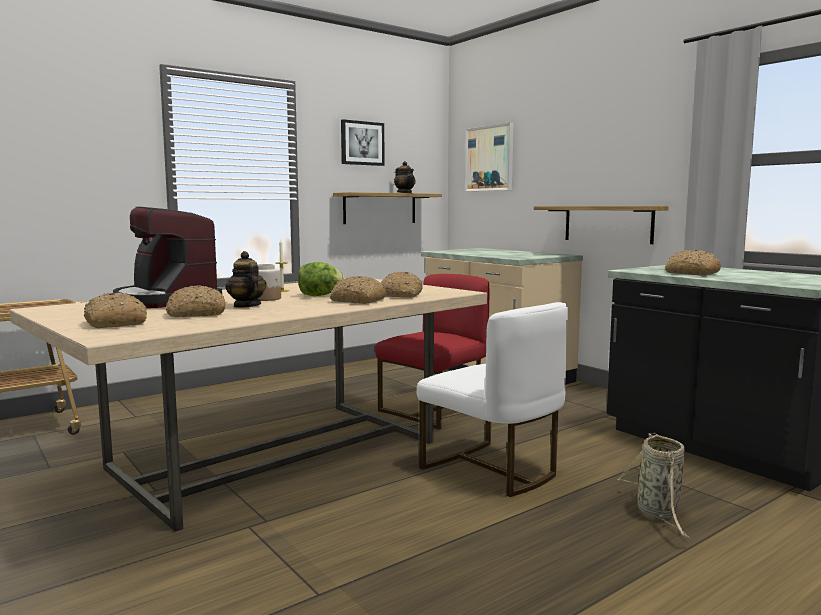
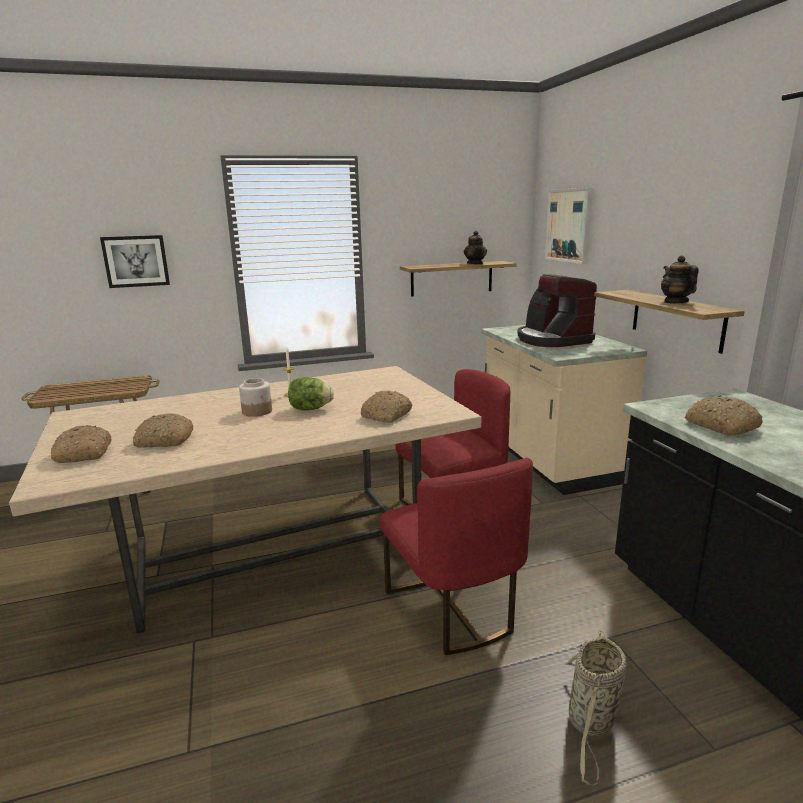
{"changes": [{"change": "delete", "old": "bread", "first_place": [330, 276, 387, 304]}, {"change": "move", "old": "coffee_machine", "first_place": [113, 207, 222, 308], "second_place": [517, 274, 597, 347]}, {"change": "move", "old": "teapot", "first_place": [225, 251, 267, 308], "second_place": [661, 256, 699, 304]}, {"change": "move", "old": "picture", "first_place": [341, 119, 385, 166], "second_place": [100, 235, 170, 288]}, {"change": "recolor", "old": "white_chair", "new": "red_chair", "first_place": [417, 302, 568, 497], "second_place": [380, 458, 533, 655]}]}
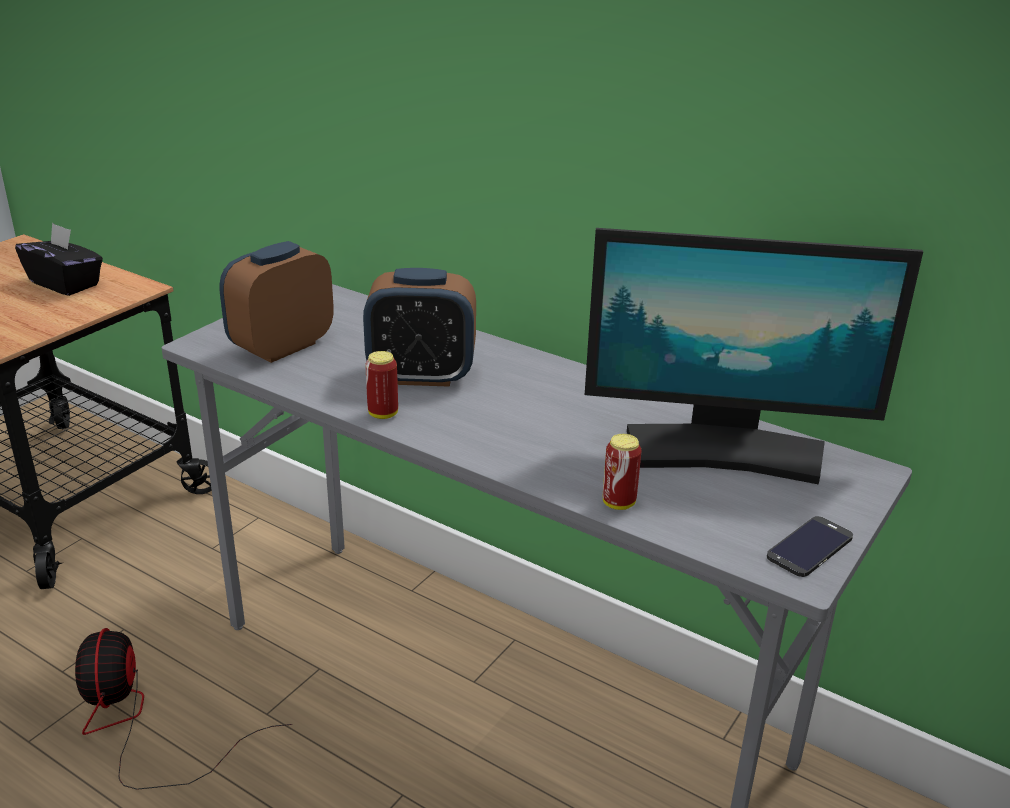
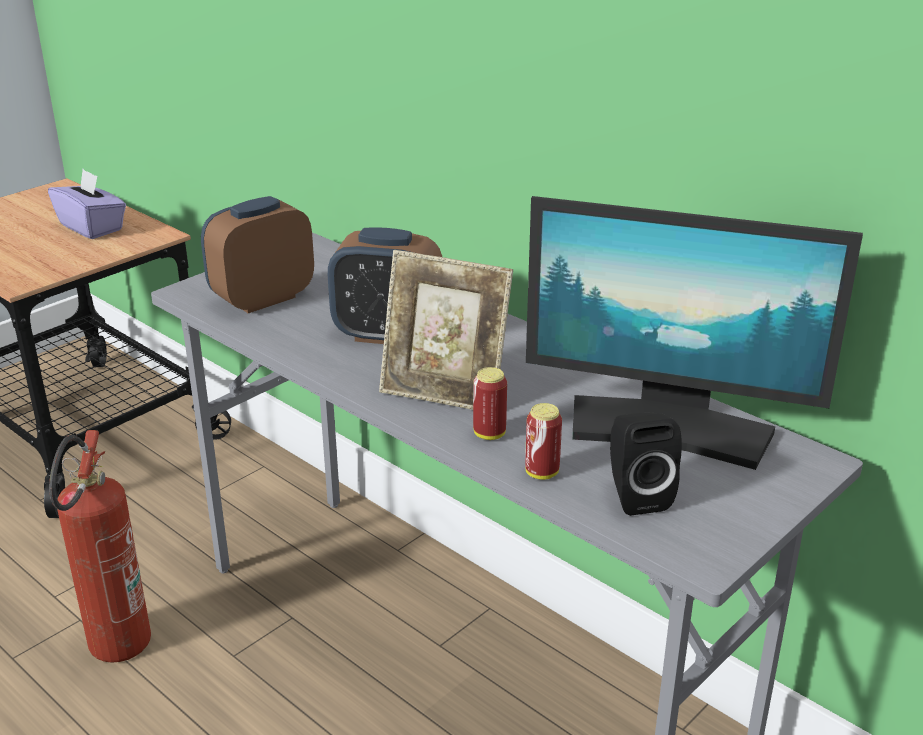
{"changes": [{"change": "delete", "old": "phone", "first_place": [767, 516, 853, 577]}, {"change": "insert", "new": "picture_frame", "second_place": [379, 250, 513, 410]}, {"change": "insert", "new": "black_speaker", "second_place": [610, 412, 682, 516]}, {"change": "move", "old": "can", "first_place": [365, 351, 398, 419], "second_place": [473, 367, 507, 440]}, {"change": "replace", "old": "fan", "new": "fire_extinguisher", "first_place": [75, 628, 292, 790], "second_place": [49, 430, 151, 663]}, {"change": "recolor", "old": "black_tissue_box", "new": "purple_tissue_box", "first_place": [15, 222, 103, 296], "second_place": [48, 169, 126, 239]}]}
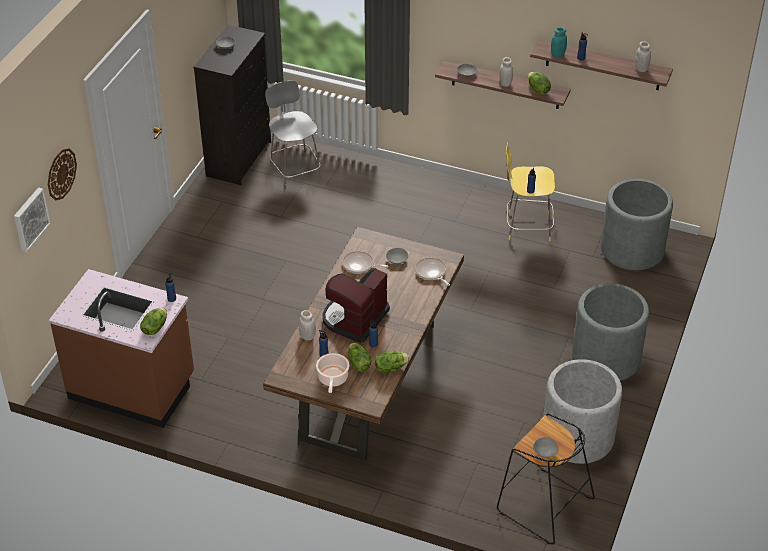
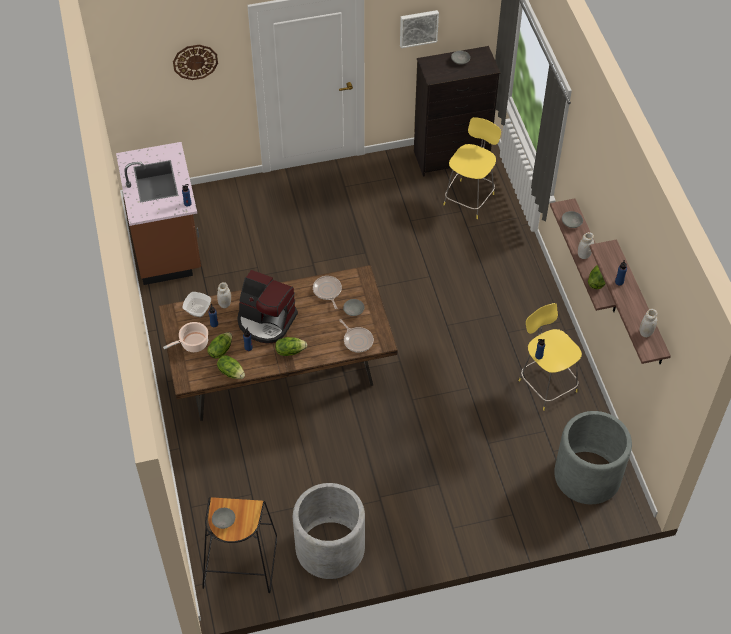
{"changes": [{"change": "delete", "old": "turquoise_jar", "first_place": [551, 27, 567, 57]}, {"change": "delete", "old": "grey_planter", "first_place": [572, 283, 649, 381]}, {"change": "insert", "new": "bowl", "second_place": [183, 292, 211, 317]}, {"change": "move", "old": "picture", "first_place": [14, 187, 51, 252], "second_place": [400, 10, 439, 48]}, {"change": "move", "old": "lettuce", "first_place": [140, 307, 167, 335], "second_place": [275, 337, 307, 356]}, {"change": "recolor", "old": "grey_stool", "new": "yellow_stool", "first_place": [265, 81, 322, 190], "second_place": [443, 117, 501, 219]}, {"change": "rotate", "old": "coffee_machine", "first_place": [323, 268, 390, 343], "second_place": [237, 270, 298, 344], "degrees": -150}, {"change": "rotate", "old": "frying_pan", "first_place": [415, 257, 450, 286], "second_place": [339, 319, 374, 352], "degrees": 120}]}
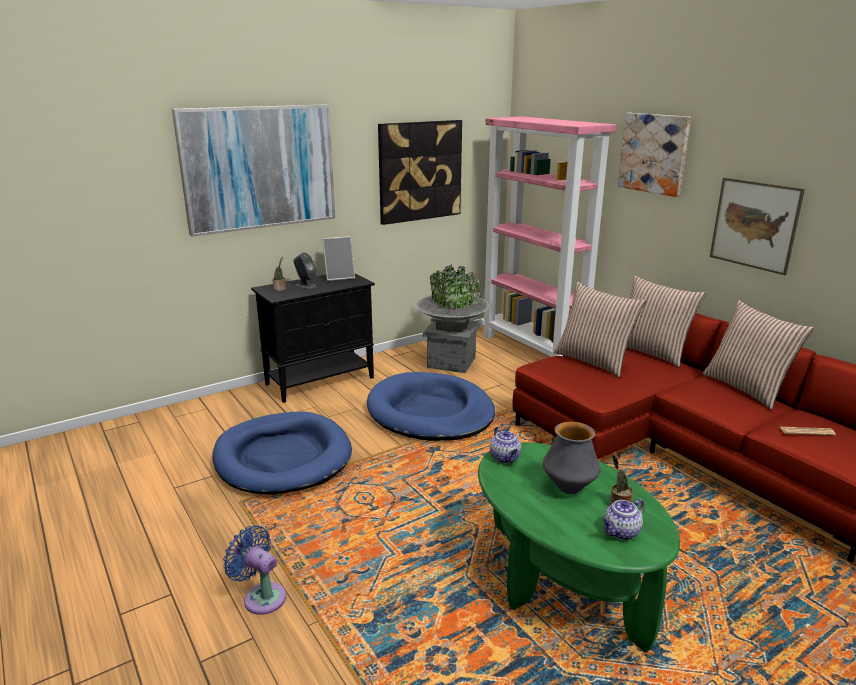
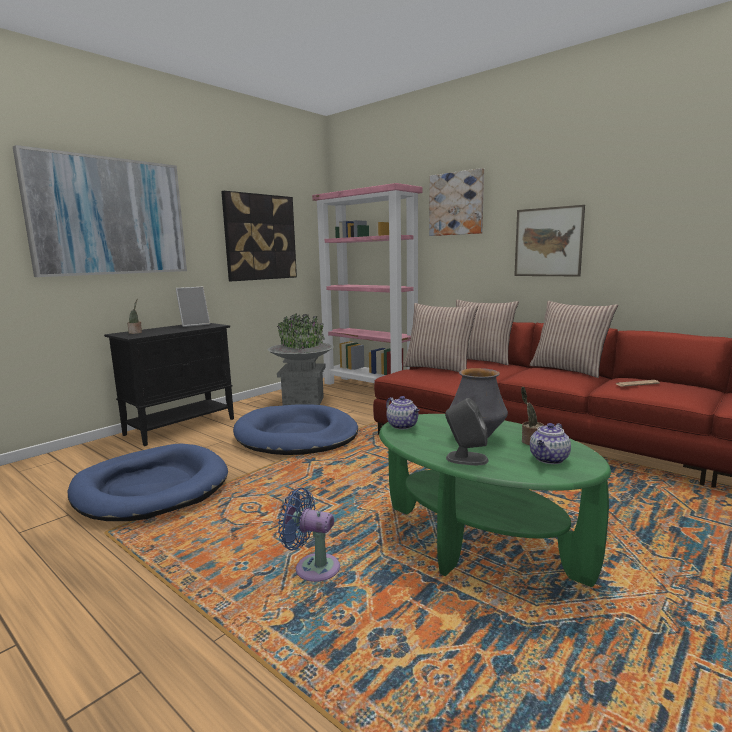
{"changes": [{"change": "move", "old": "blue_fan", "first_place": [223, 525, 286, 615], "second_place": [278, 488, 340, 582]}, {"change": "move", "old": "grey_speaker", "first_place": [294, 252, 317, 289], "second_place": [445, 398, 489, 465]}]}
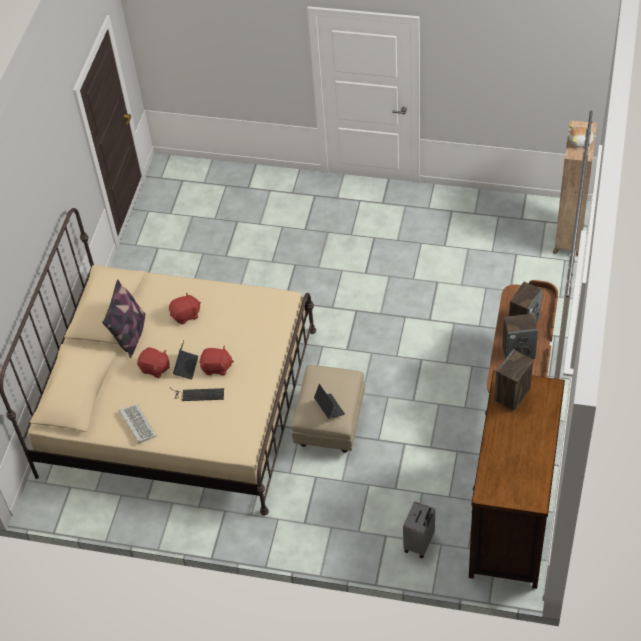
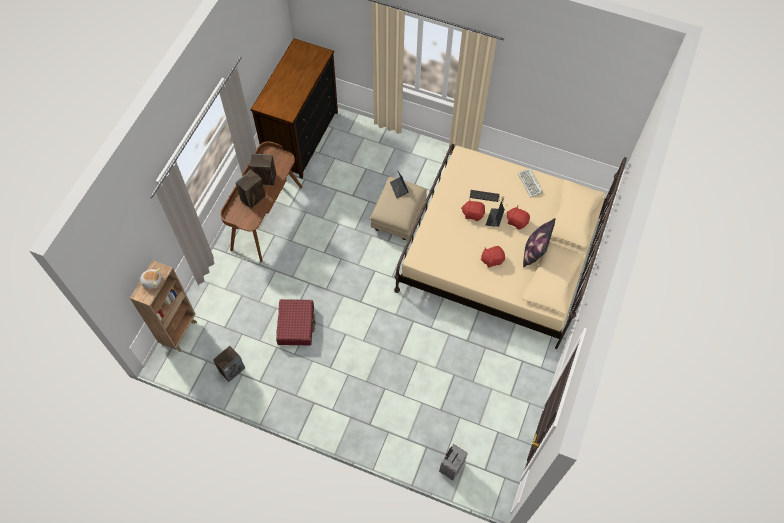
{"changes": [{"change": "insert", "new": "red_suitcase", "second_place": [276, 299, 315, 346]}, {"change": "move", "old": "grey_suitcase", "first_place": [403, 501, 435, 558], "second_place": [439, 444, 468, 480]}, {"change": "move", "old": "speaker", "first_place": [494, 349, 533, 410], "second_place": [213, 346, 245, 382]}]}
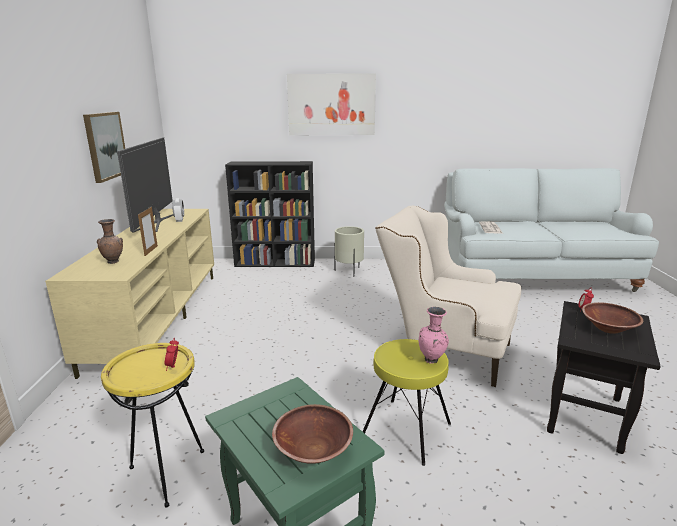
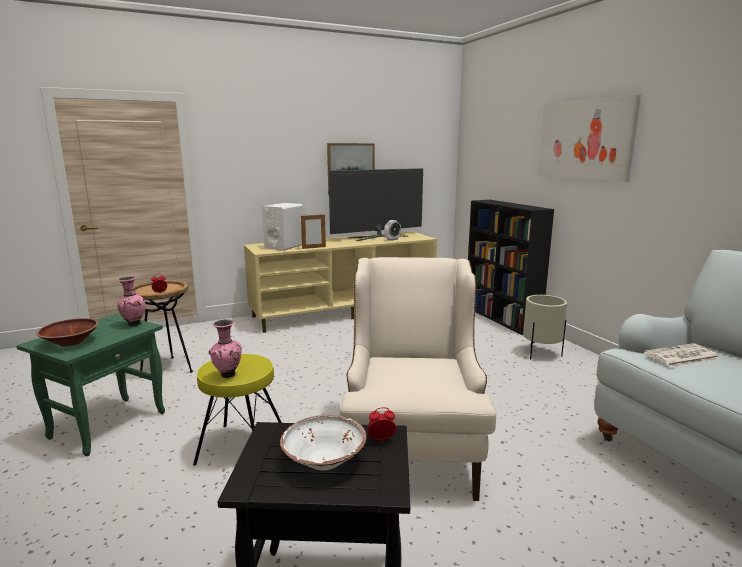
{"changes": [{"change": "insert", "new": "pink_vase", "second_place": [117, 276, 145, 326]}, {"change": "replace", "old": "brown_vase", "new": "white_speaker", "first_place": [97, 219, 123, 264], "second_place": [262, 203, 303, 251]}, {"change": "recolor", "old": "yellow_side_table", "new": "brown_side_table", "first_place": [101, 343, 204, 507], "second_place": [134, 280, 193, 378]}, {"change": "recolor", "old": "brown_bowl", "new": "white_bowl", "first_place": [582, 302, 643, 334], "second_place": [280, 415, 367, 470]}]}
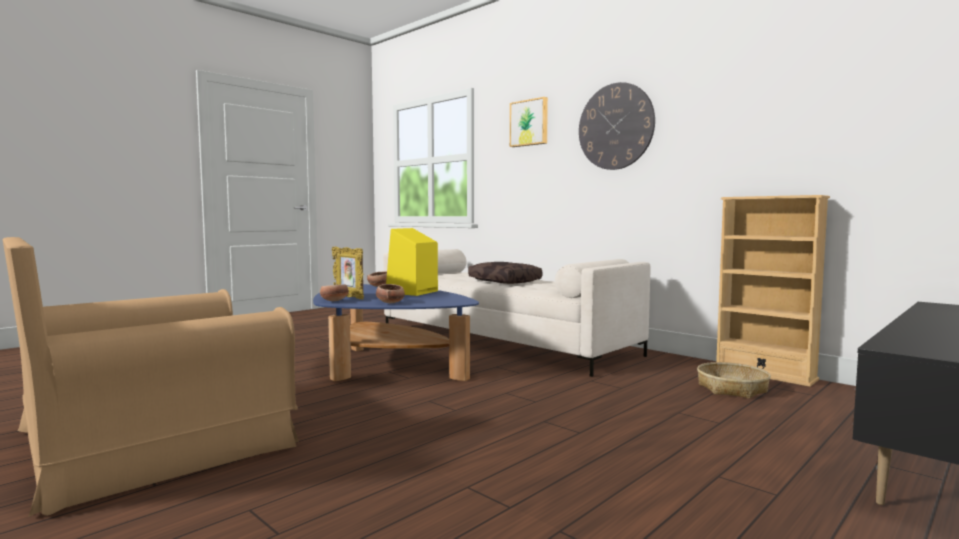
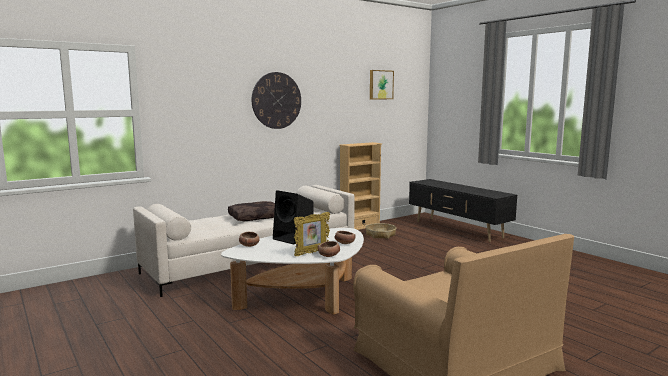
{"changes": [{"change": "move", "old": "picture", "first_place": [510, 97, 548, 147], "second_place": [370, 70, 394, 99]}, {"change": "recolor", "old": "blue_coffee_table", "new": "white_coffee_table", "first_place": [313, 284, 479, 381], "second_place": [221, 228, 364, 315]}, {"change": "recolor", "old": "yellow_speaker", "new": "black_speaker", "first_place": [386, 228, 438, 296], "second_place": [273, 190, 313, 244]}]}
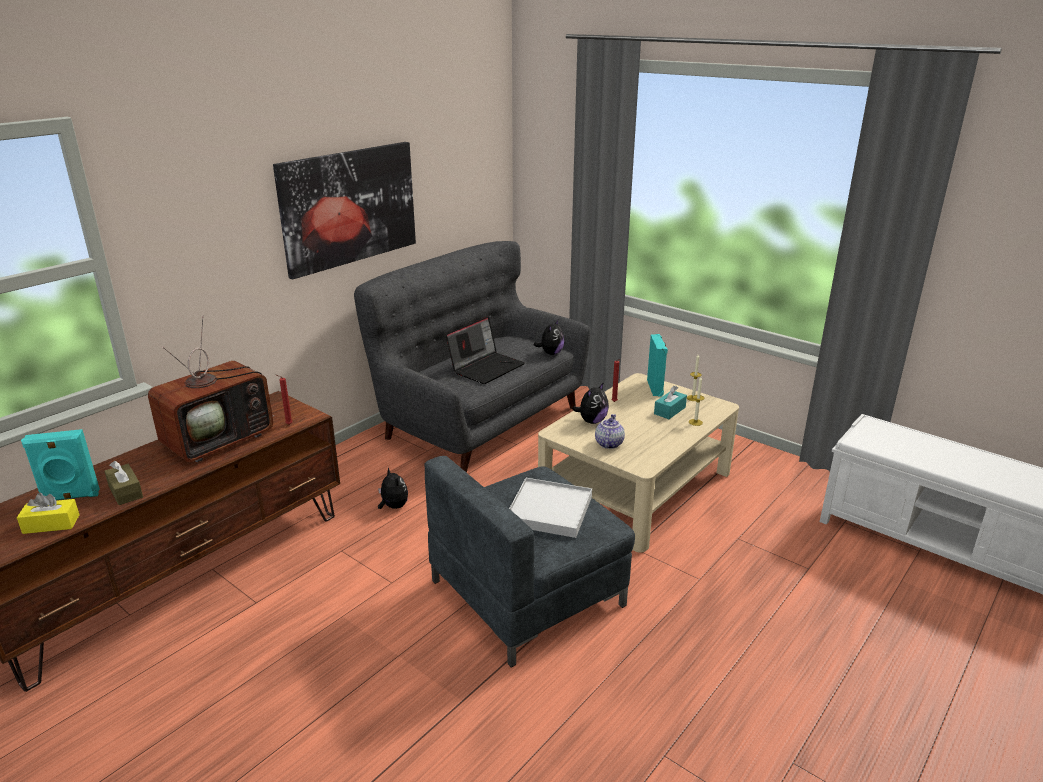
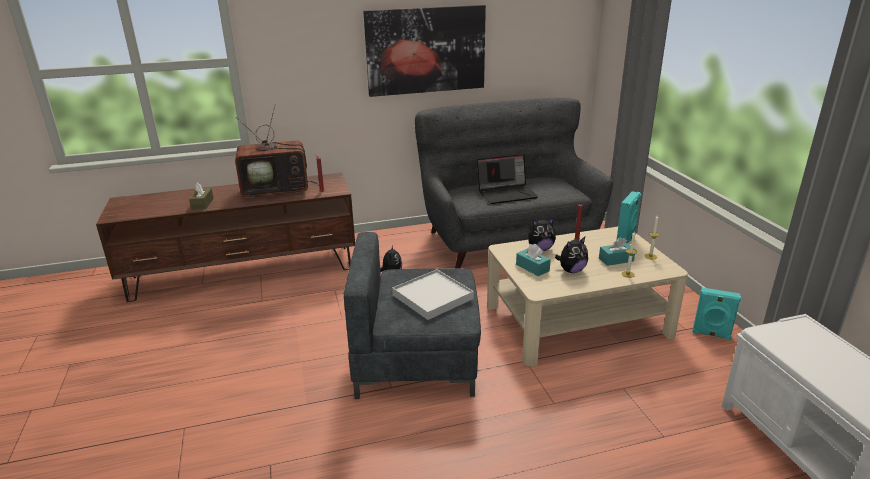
{"changes": [{"change": "delete", "old": "yellow_tissue_box", "first_place": [17, 493, 80, 534]}, {"change": "move", "old": "turquoise_speaker", "first_place": [21, 429, 100, 500], "second_place": [692, 287, 741, 340]}, {"change": "move", "old": "plush_toy", "first_place": [534, 320, 565, 355], "second_place": [555, 237, 588, 273]}, {"change": "replace", "old": "teapot", "new": "turquoise_tissue_box", "first_place": [595, 414, 625, 449], "second_place": [516, 244, 551, 276]}]}
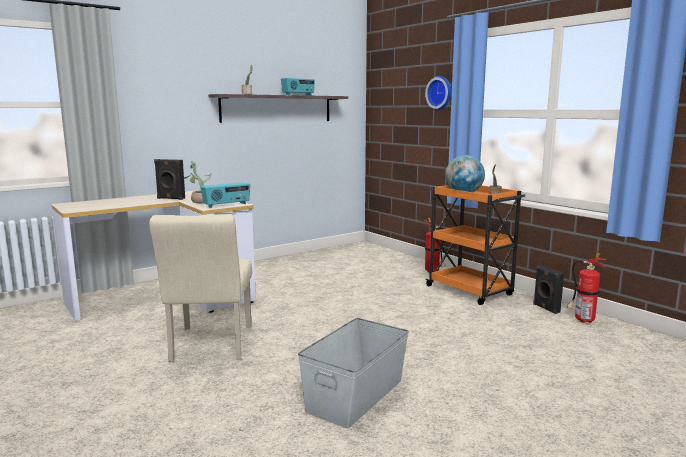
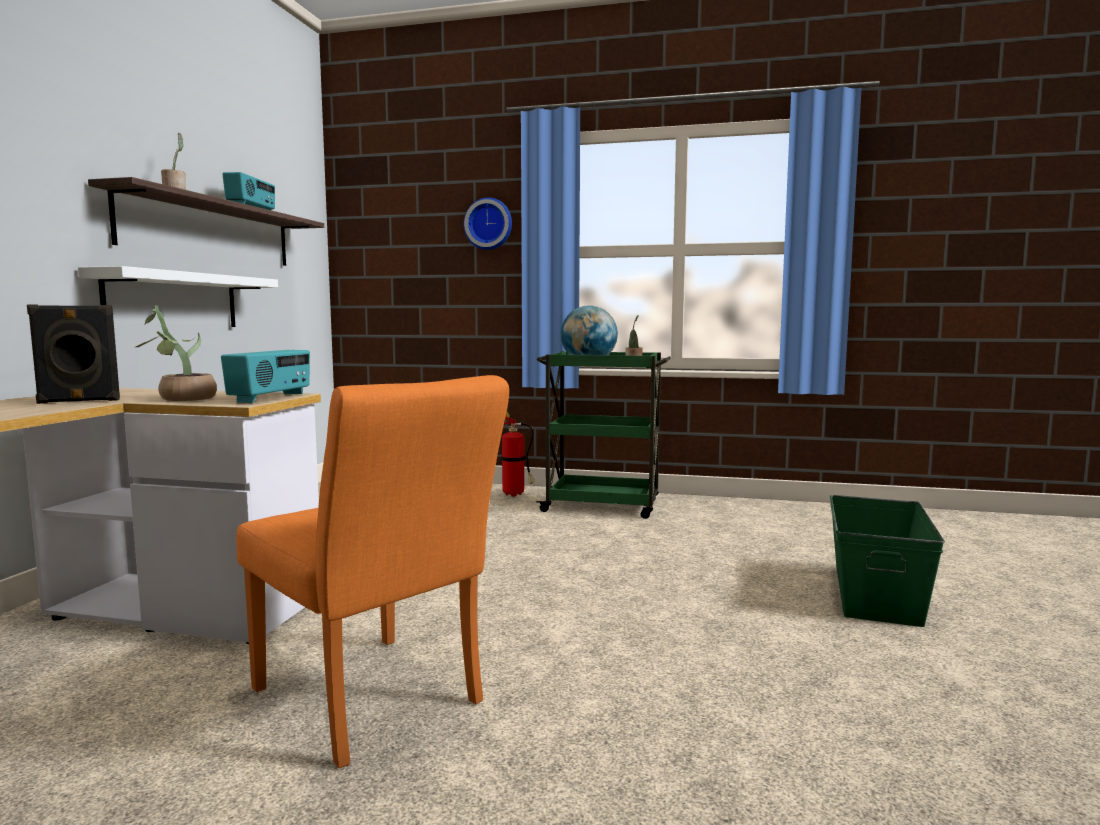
{"changes": [{"change": "delete", "old": "grey_storage_box", "first_place": [298, 318, 409, 428]}, {"change": "delete", "old": "black_speaker", "first_place": [533, 266, 564, 314]}, {"change": "delete", "old": "fire_extinguisher", "first_place": [567, 252, 606, 323]}, {"change": "insert", "new": "white_shelf", "second_place": [78, 266, 278, 327]}, {"change": "insert", "new": "green_storage_box", "second_place": [830, 495, 945, 627]}, {"change": "recolor", "old": "beige_chair", "new": "orange_chair", "first_place": [149, 214, 252, 362], "second_place": [236, 375, 509, 768]}, {"change": "recolor", "old": "orange_cart", "new": "green_cart", "first_place": [426, 185, 525, 305], "second_place": [536, 351, 671, 519]}]}
